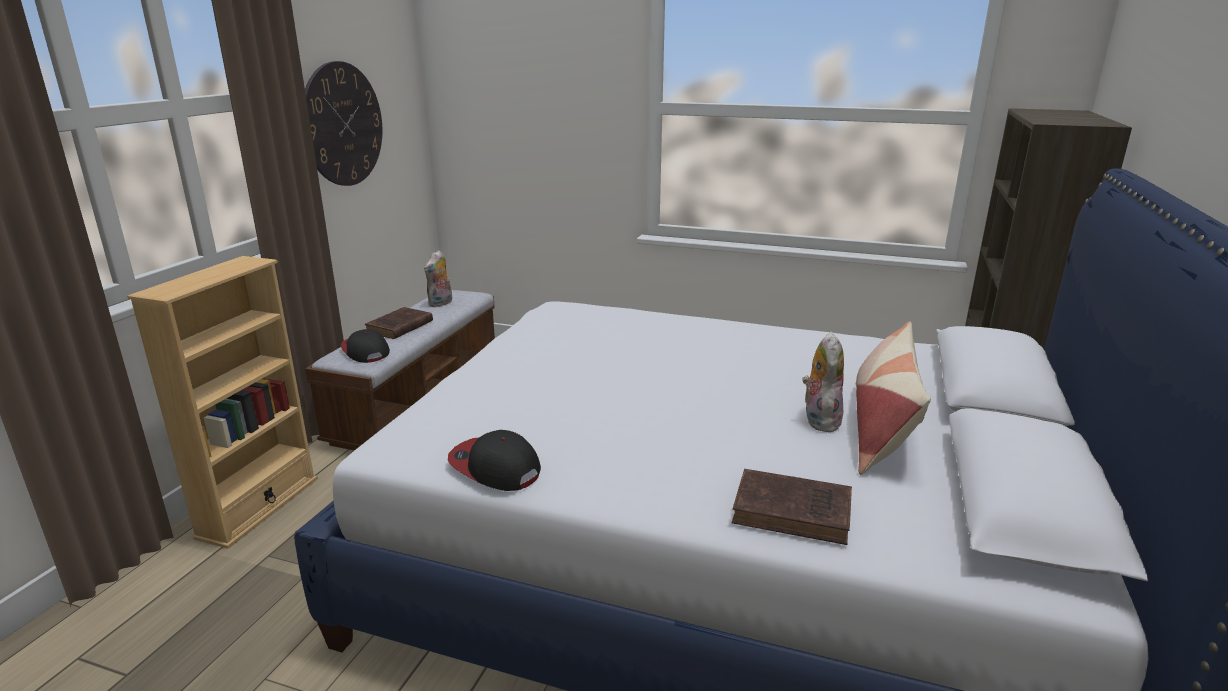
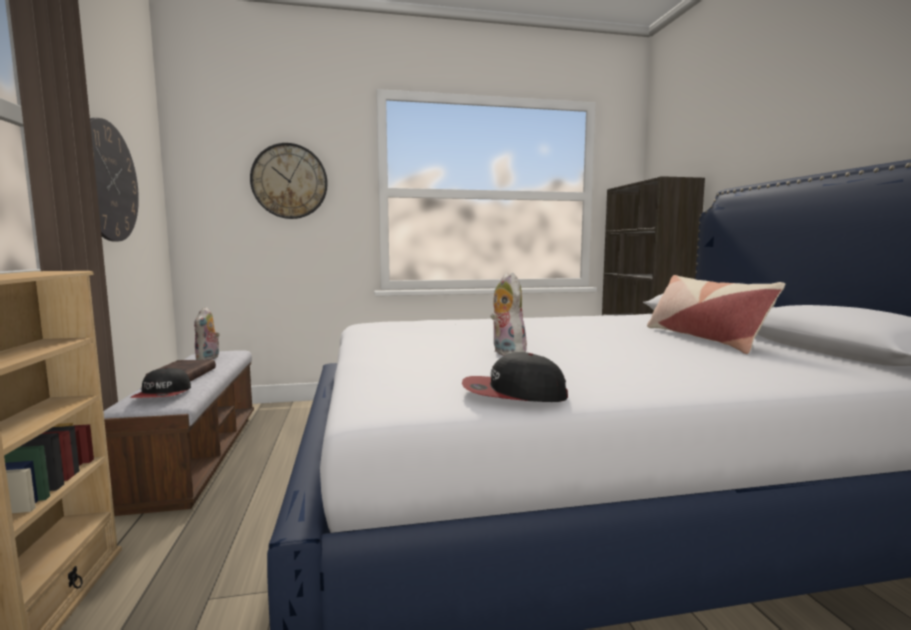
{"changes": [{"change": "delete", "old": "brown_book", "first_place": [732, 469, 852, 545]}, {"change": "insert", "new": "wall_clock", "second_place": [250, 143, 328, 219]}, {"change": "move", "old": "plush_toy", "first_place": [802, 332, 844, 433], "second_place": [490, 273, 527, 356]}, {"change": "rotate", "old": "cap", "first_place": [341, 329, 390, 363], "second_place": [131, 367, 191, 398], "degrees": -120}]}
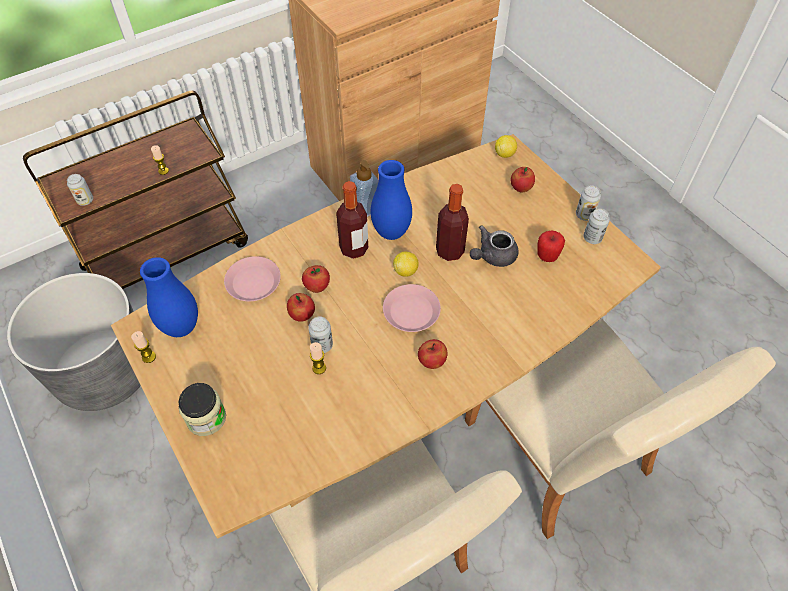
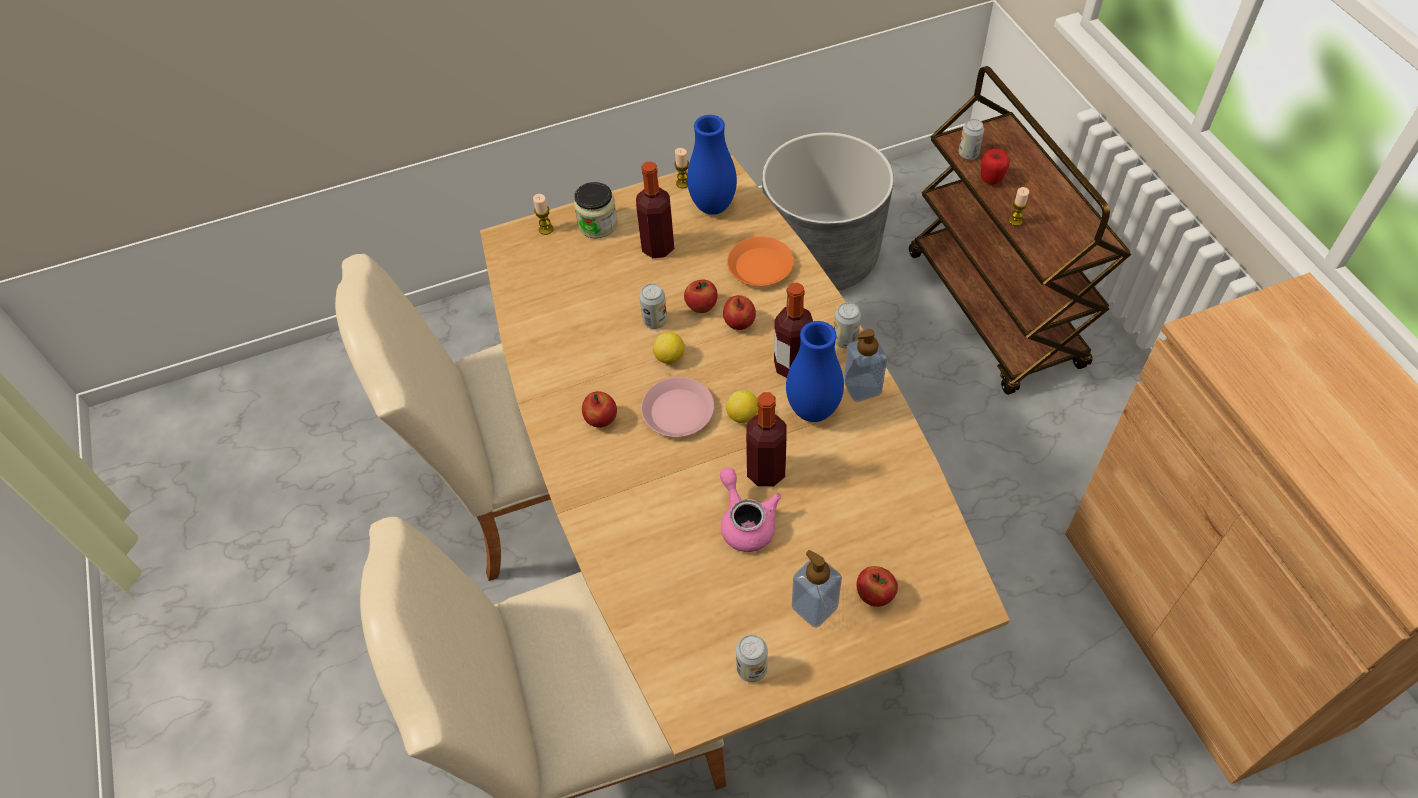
{"changes": [{"change": "insert", "new": "bottle", "second_place": [636, 161, 674, 258]}, {"change": "insert", "new": "soap_dispenser", "second_place": [792, 550, 842, 628]}, {"change": "move", "old": "candle", "first_place": [310, 342, 326, 374], "second_place": [533, 194, 553, 235]}, {"change": "move", "old": "lemon", "first_place": [495, 135, 517, 158], "second_place": [653, 332, 685, 364]}, {"change": "move", "old": "apple", "first_place": [537, 231, 565, 262], "second_place": [981, 149, 1010, 185]}, {"change": "move", "old": "can", "first_place": [576, 185, 601, 221], "second_place": [834, 302, 861, 348]}, {"change": "recolor", "old": "pink_plate", "new": "orange_plate", "first_place": [224, 256, 281, 301], "second_place": [727, 237, 794, 286]}, {"change": "recolor", "old": "grey_teapot", "new": "pink_teapot", "first_place": [470, 225, 518, 267], "second_place": [720, 467, 781, 552]}]}
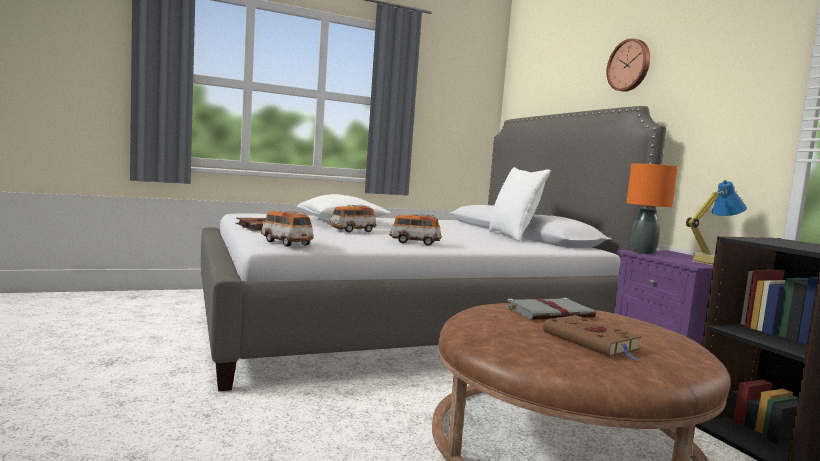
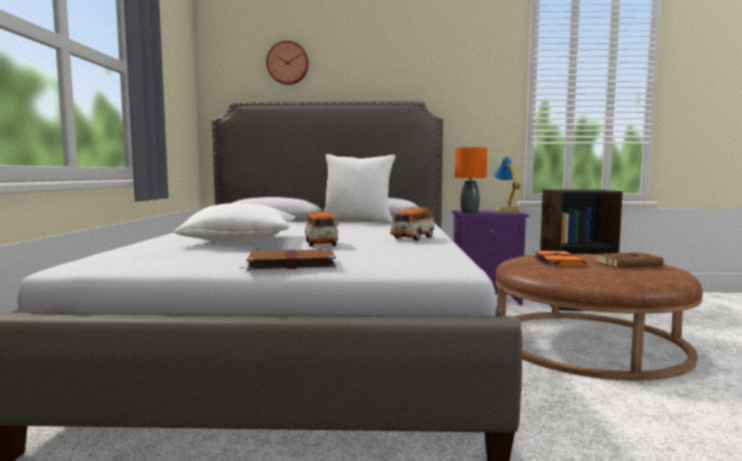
{"changes": [{"change": "delete", "old": "toy_car", "first_place": [261, 211, 314, 247]}, {"change": "move", "old": "wall_clock", "first_place": [606, 38, 650, 92], "second_place": [266, 41, 309, 85]}, {"change": "recolor", "old": "grey_book", "new": "orange_book", "first_place": [506, 298, 596, 320], "second_place": [533, 250, 586, 266]}]}
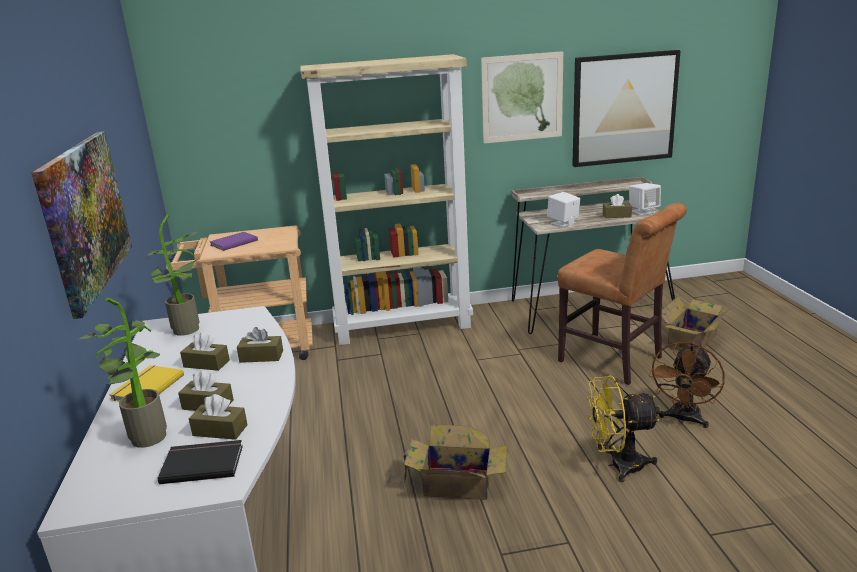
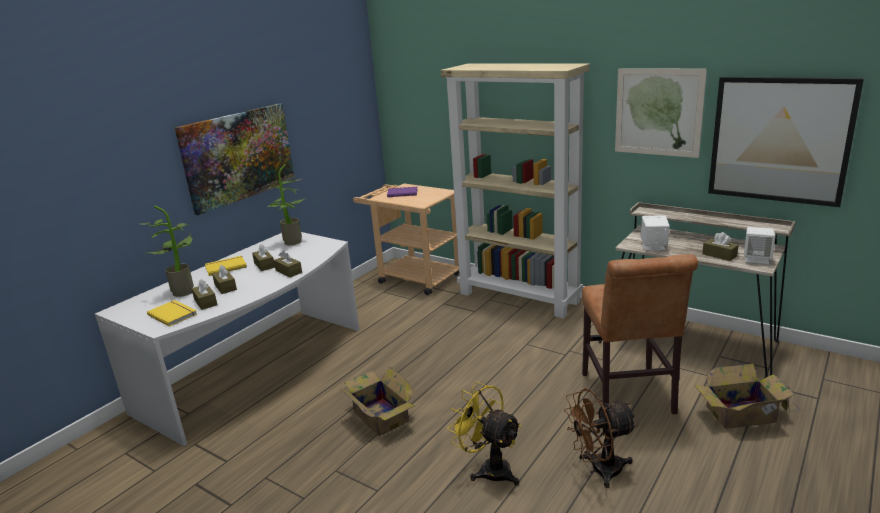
{"changes": [{"change": "recolor", "old": "black_book", "new": "yellow_book", "first_place": [158, 440, 243, 484], "second_place": [147, 300, 197, 327]}]}
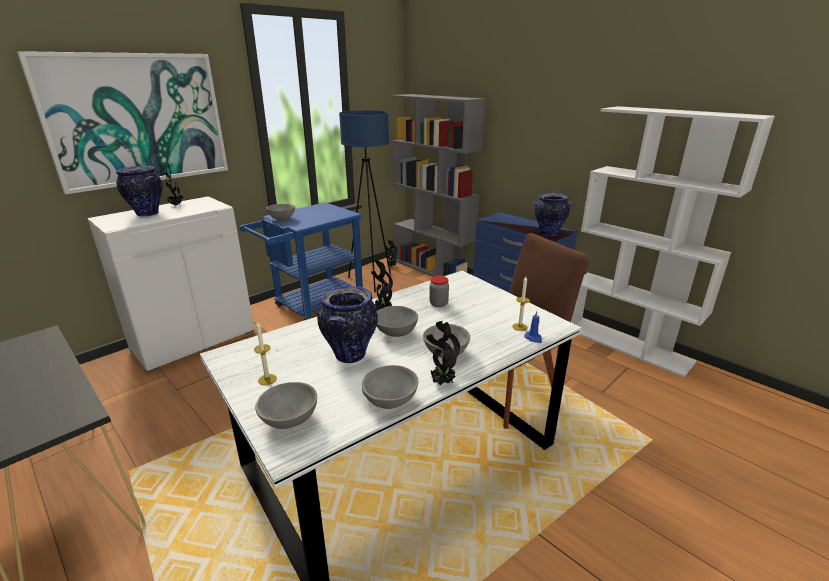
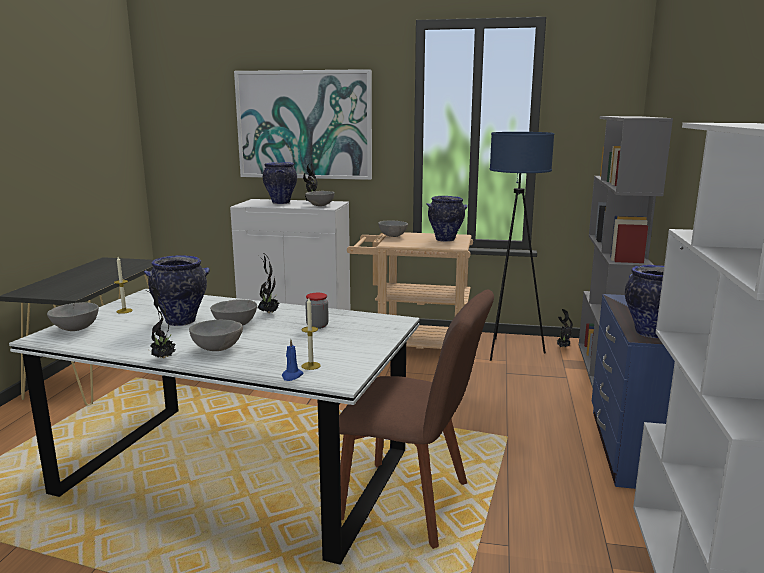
{"changes": [{"change": "insert", "new": "vase", "second_place": [426, 196, 468, 242]}, {"change": "move", "old": "grey_bowl", "first_place": [362, 365, 418, 409], "second_place": [305, 191, 335, 206]}, {"change": "recolor", "old": "blue_cart", "new": "beige_cart", "first_place": [240, 202, 363, 320], "second_place": [347, 232, 473, 349]}]}
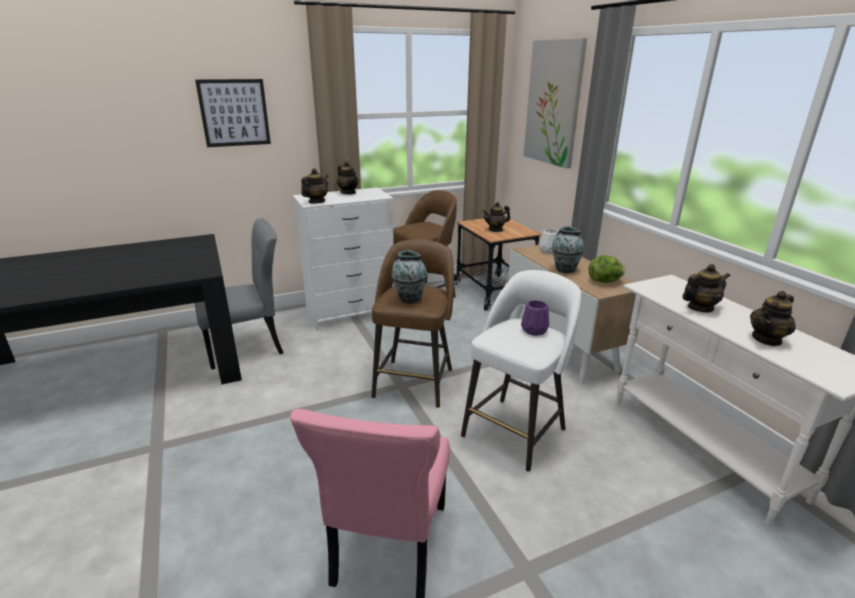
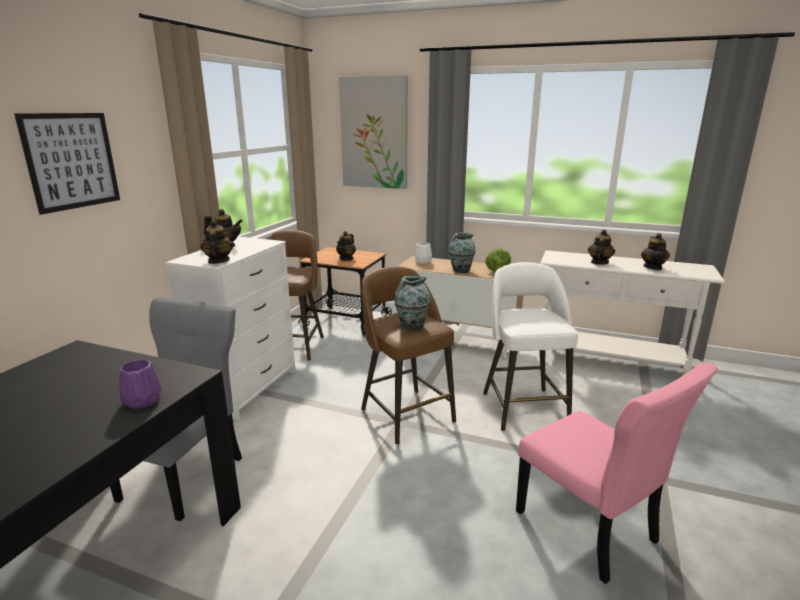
{"changes": [{"change": "move", "old": "purple_vase", "first_place": [521, 300, 549, 336], "second_place": [119, 360, 161, 409]}]}
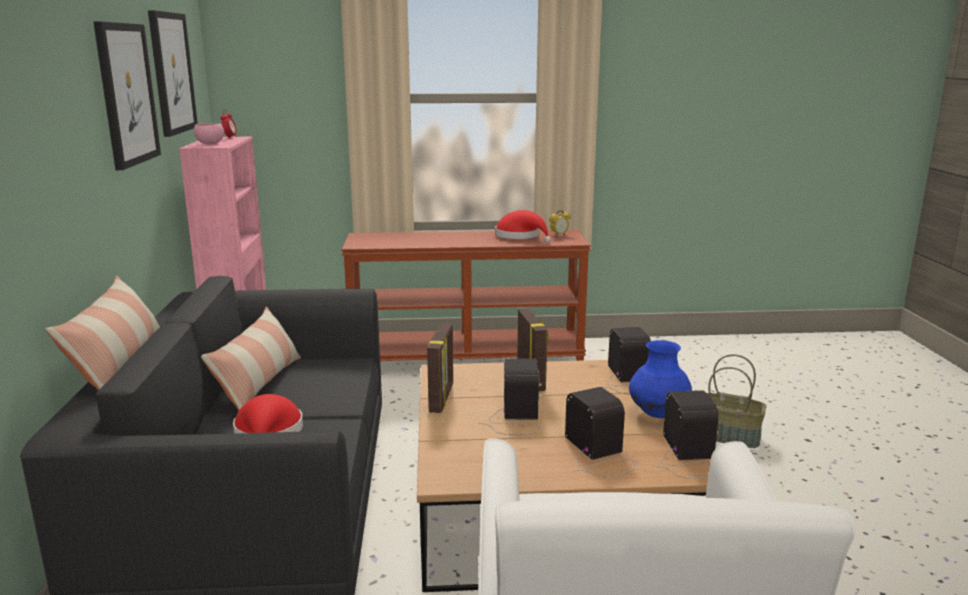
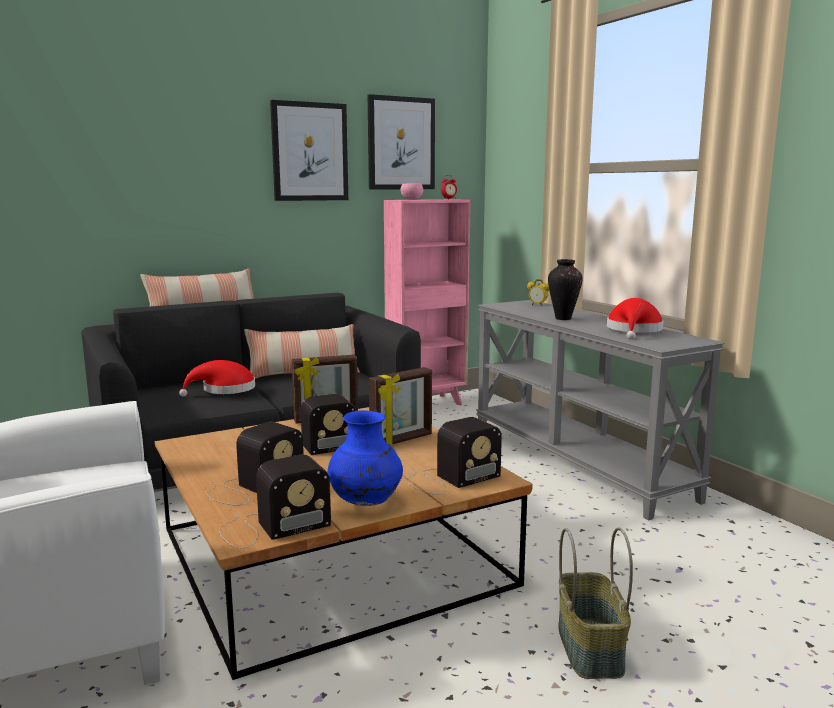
{"changes": [{"change": "insert", "new": "vase", "second_place": [548, 259, 583, 320]}, {"change": "move", "old": "alarm_clock", "first_place": [549, 210, 571, 236], "second_place": [527, 279, 549, 306]}, {"change": "recolor", "old": "brown_console_table", "new": "grey_console_table", "first_place": [342, 230, 591, 361], "second_place": [476, 300, 725, 520]}]}
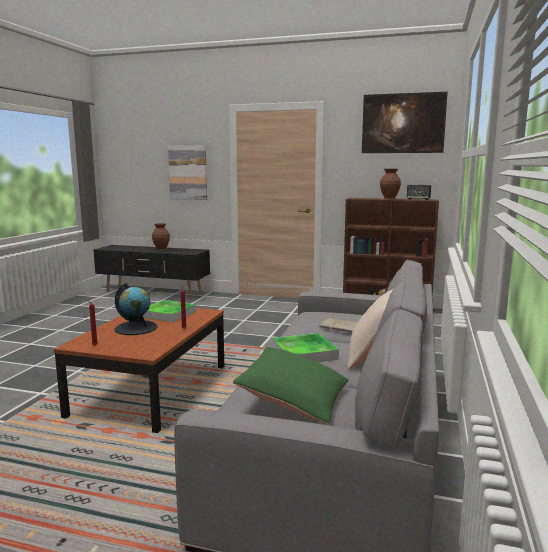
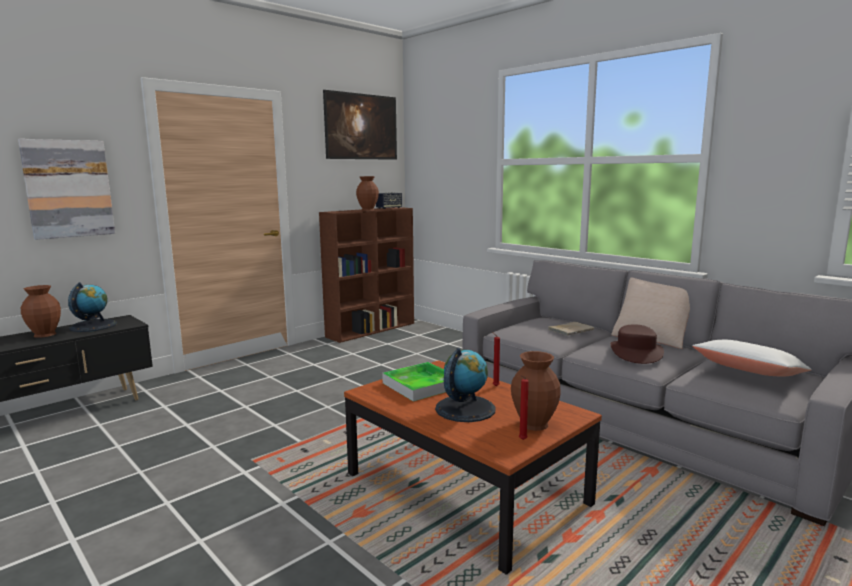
{"changes": [{"change": "insert", "new": "globe", "second_place": [68, 282, 117, 332]}, {"change": "insert", "new": "brown_vase", "second_place": [511, 351, 560, 431]}, {"change": "replace", "old": "tray", "new": "brown_hat", "first_place": [272, 333, 339, 362], "second_place": [610, 324, 664, 364]}, {"change": "recolor", "old": "green_pillow", "new": "white_pillow", "first_place": [233, 347, 348, 424], "second_place": [692, 340, 812, 376]}]}
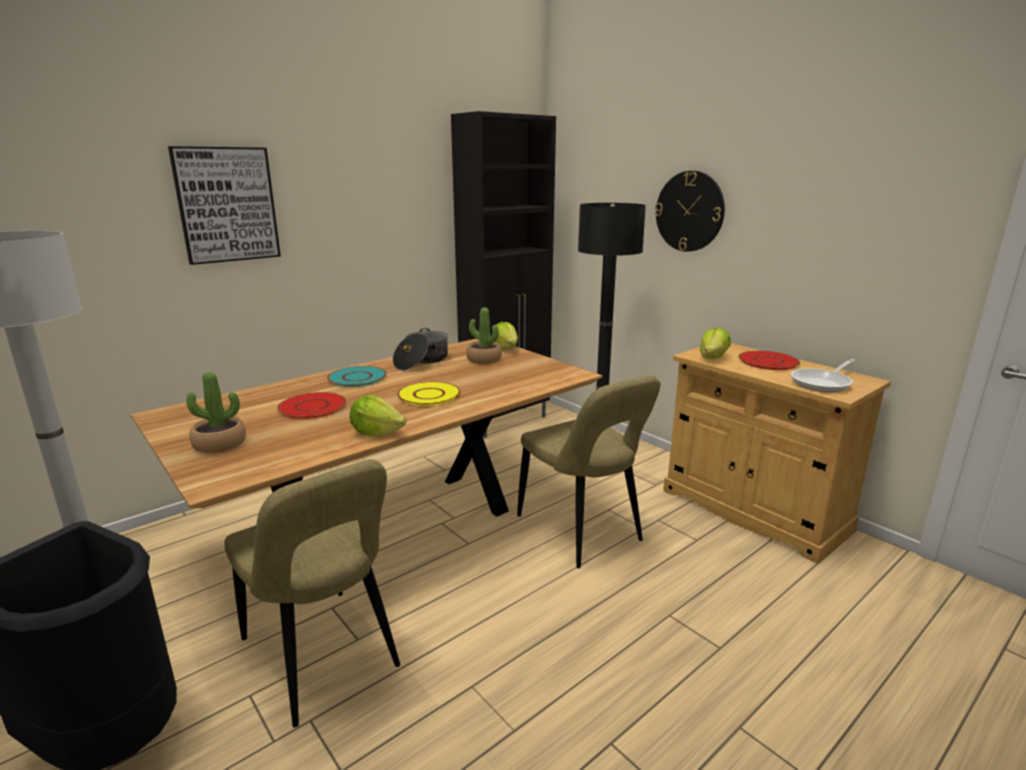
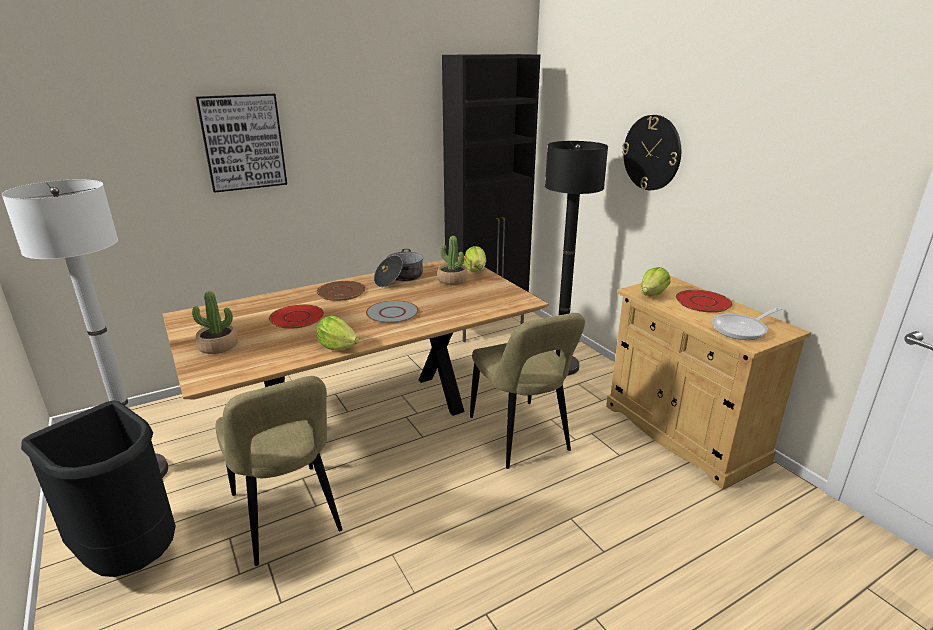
{"changes": [{"change": "recolor", "old": "turquoise_plate", "new": "brown_plate", "first_place": [327, 366, 387, 387], "second_place": [316, 281, 366, 301]}, {"change": "recolor", "old": "yellow_plate", "new": "grey_plate", "first_place": [397, 382, 460, 406], "second_place": [366, 300, 419, 324]}]}
